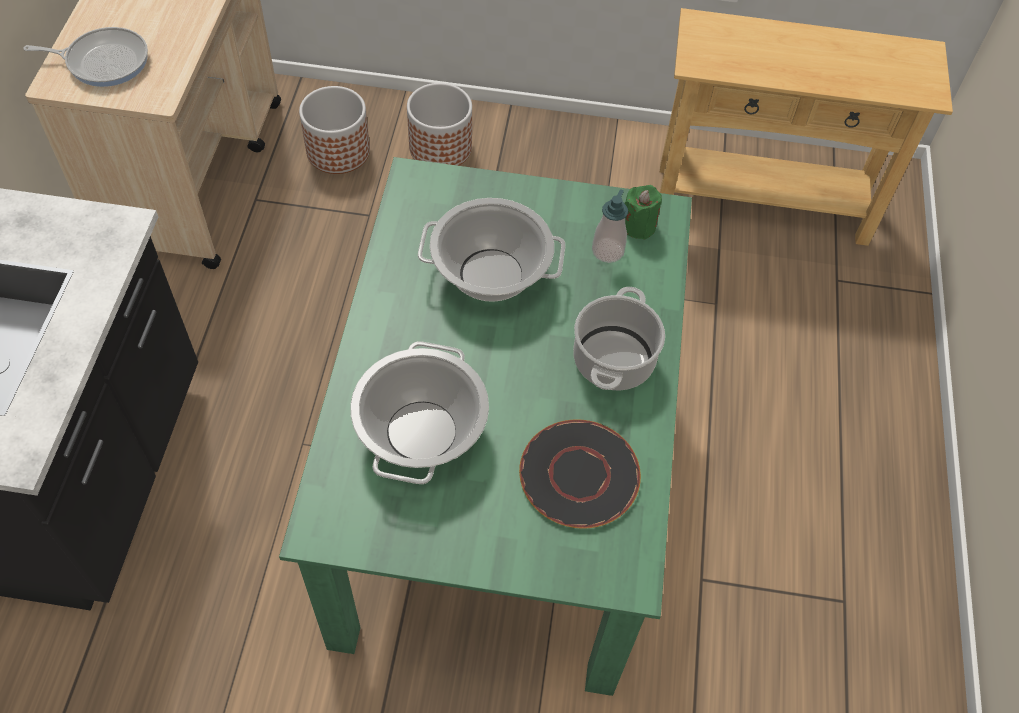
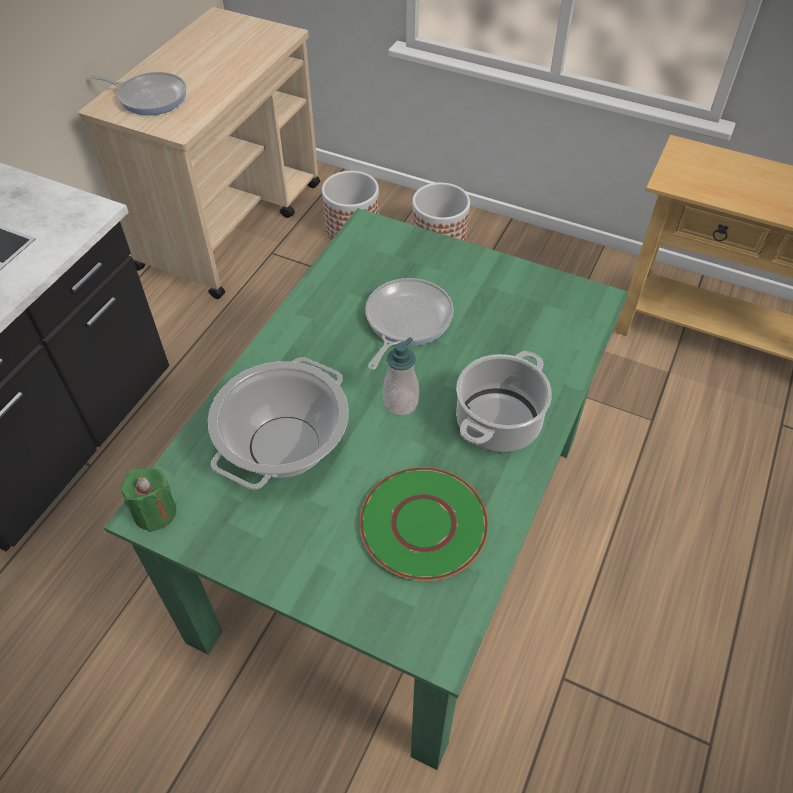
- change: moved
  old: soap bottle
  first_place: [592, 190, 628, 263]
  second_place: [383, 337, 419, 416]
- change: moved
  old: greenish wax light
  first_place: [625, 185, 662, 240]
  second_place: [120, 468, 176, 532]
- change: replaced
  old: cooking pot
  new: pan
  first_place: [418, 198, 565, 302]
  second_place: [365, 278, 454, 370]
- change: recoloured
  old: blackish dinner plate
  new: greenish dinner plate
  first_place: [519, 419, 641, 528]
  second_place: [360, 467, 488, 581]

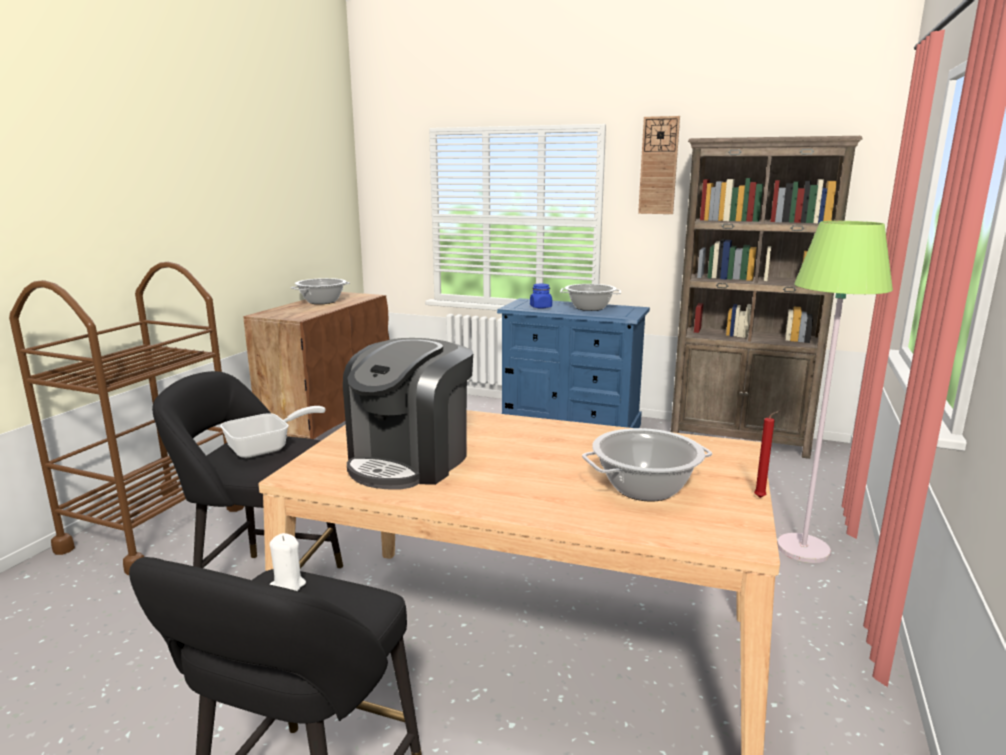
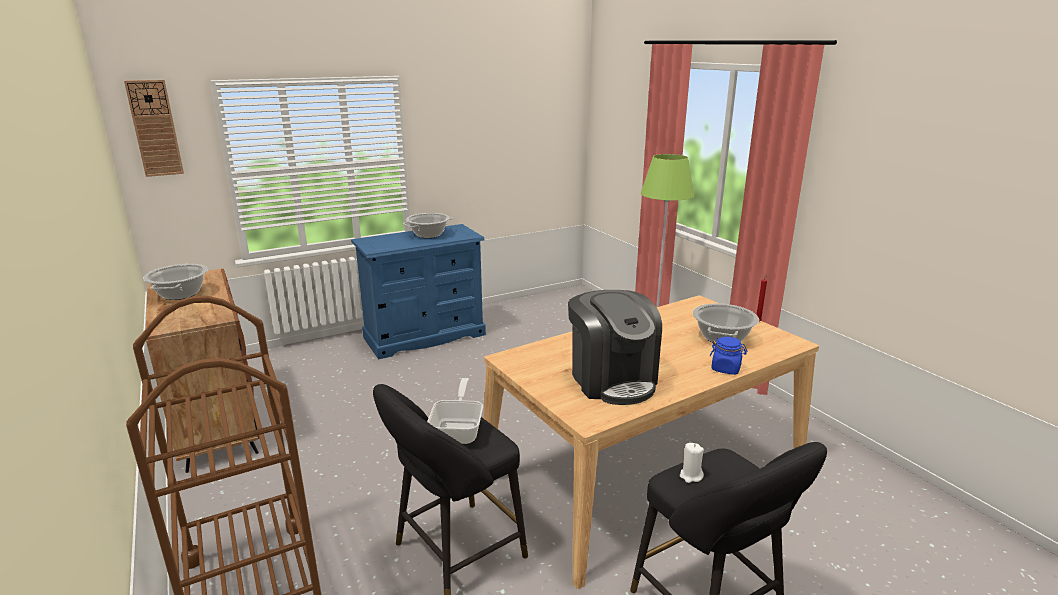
- change: removed
  old: brown-coloured bookshelf
  first_place: [671, 136, 862, 459]
- change: moved
  old: blue preserve jar
  first_place: [530, 284, 552, 308]
  second_place: [710, 337, 747, 375]
- change: moved
  old: hanging clock
  first_place: [638, 116, 680, 214]
  second_place: [124, 80, 184, 177]

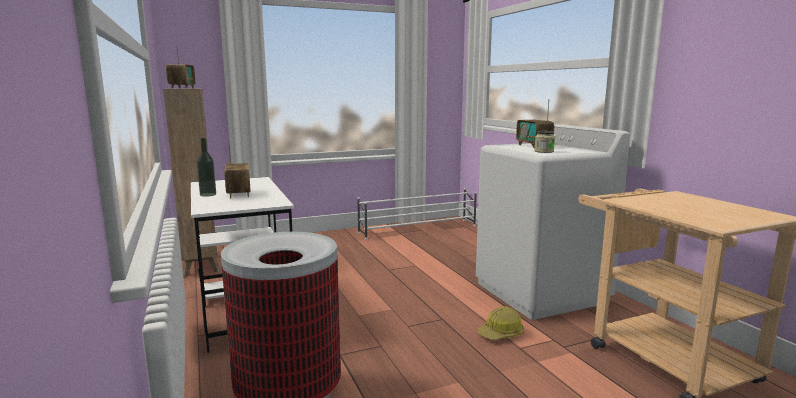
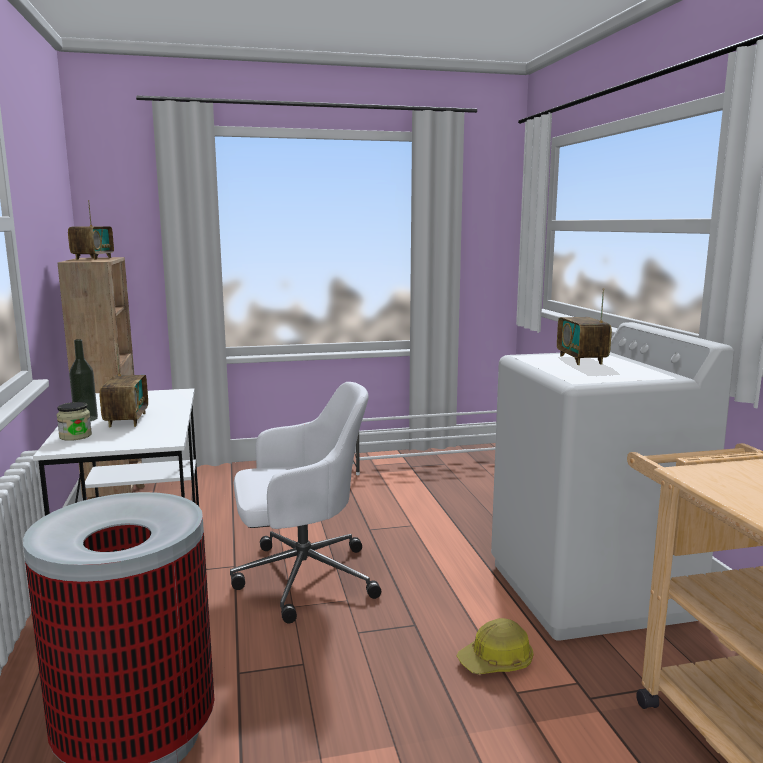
- change: added
  new: white-coloured computer chair
  second_place: [230, 382, 381, 624]
- change: moved
  old: preserve jar
  first_place: [534, 131, 555, 153]
  second_place: [57, 402, 92, 441]

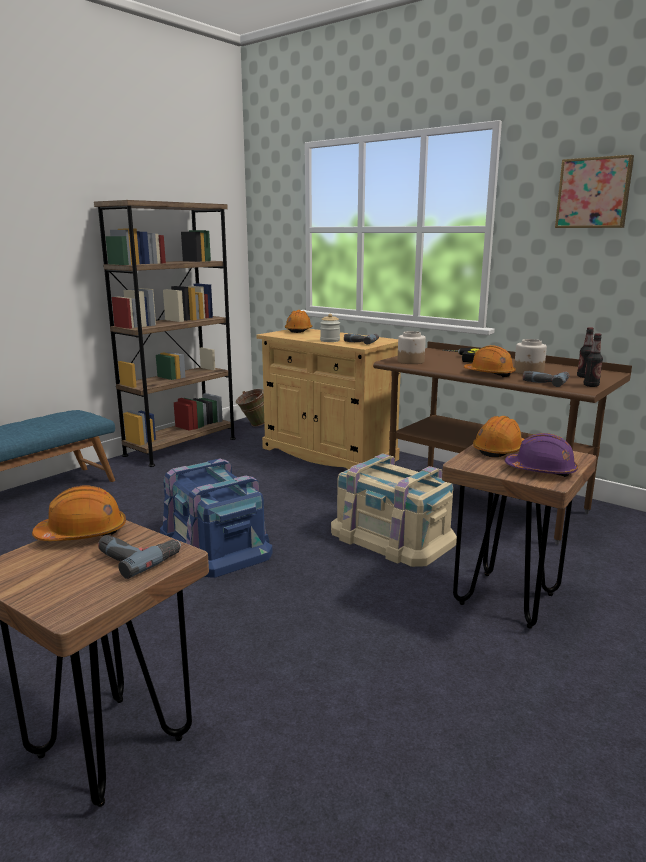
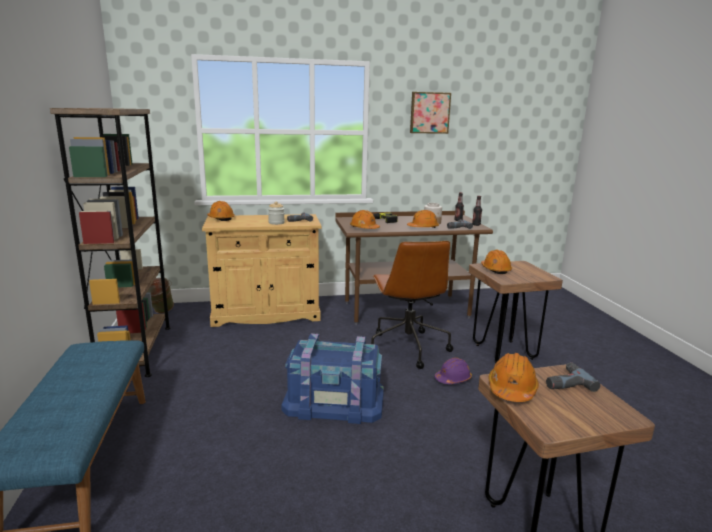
- change: moved
  old: purplish work helmet
  first_place: [505, 433, 578, 477]
  second_place: [435, 358, 472, 384]
- change: replaced
  old: beige-coloured storage container
  new: brown-coloured computer chair
  first_place: [331, 453, 457, 567]
  second_place: [371, 241, 453, 369]
- change: replaced
  old: preserve jar
  new: orange-coloured work helmet
  first_place: [398, 331, 426, 364]
  second_place: [350, 210, 380, 229]

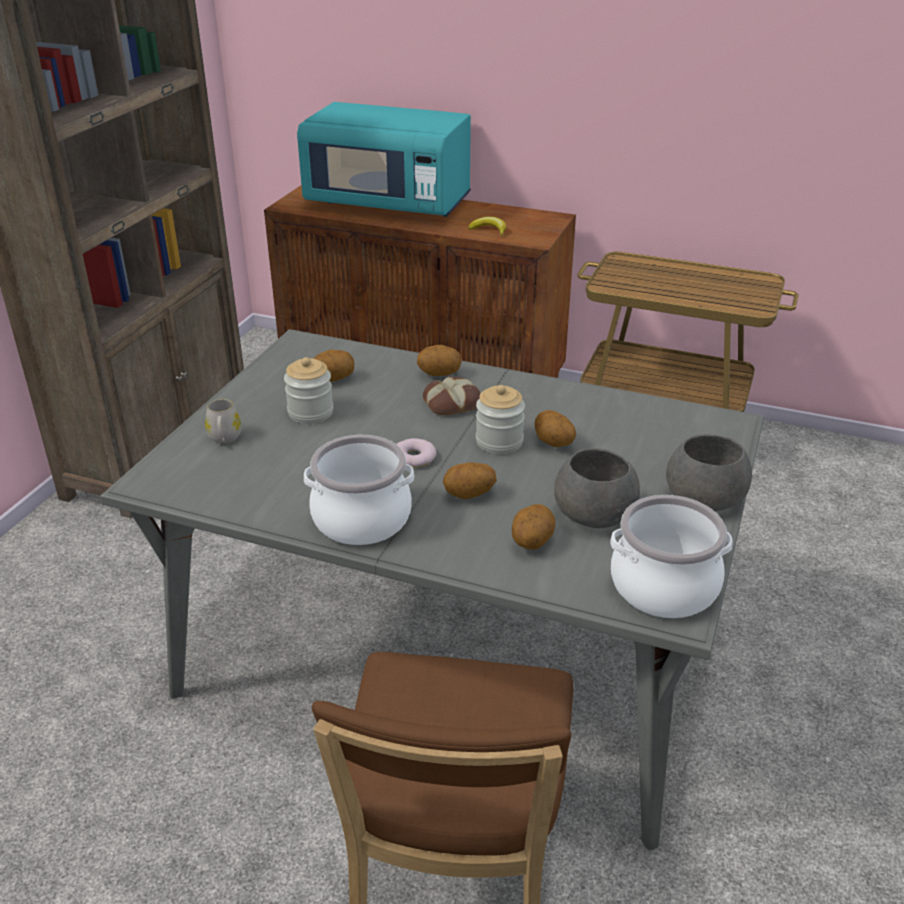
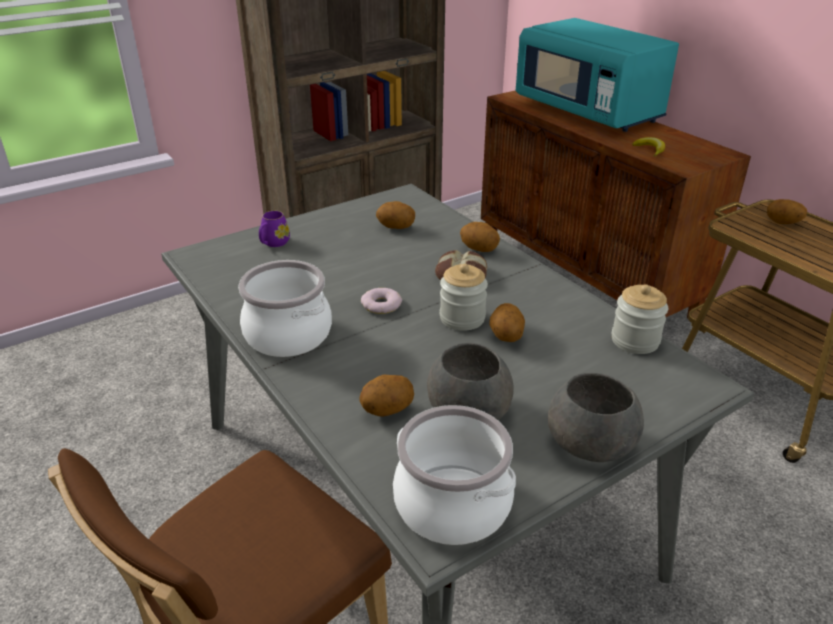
- change: moved
  old: preserve jar
  first_place: [284, 357, 333, 424]
  second_place: [612, 285, 668, 354]
- change: moved
  old: whole potato
  first_place: [443, 462, 497, 499]
  second_place: [767, 199, 807, 224]
- change: recoloured
  old: white-coloured tea mug
  new: purplish tea mug
  first_place: [205, 399, 242, 444]
  second_place: [259, 211, 290, 247]

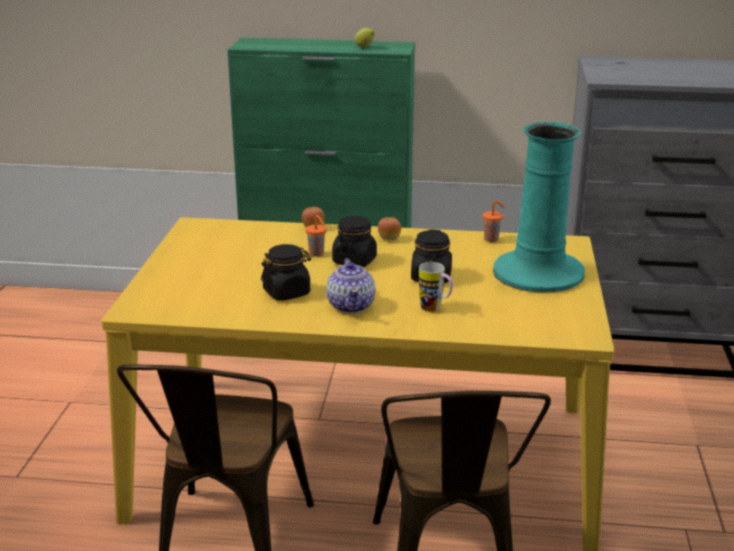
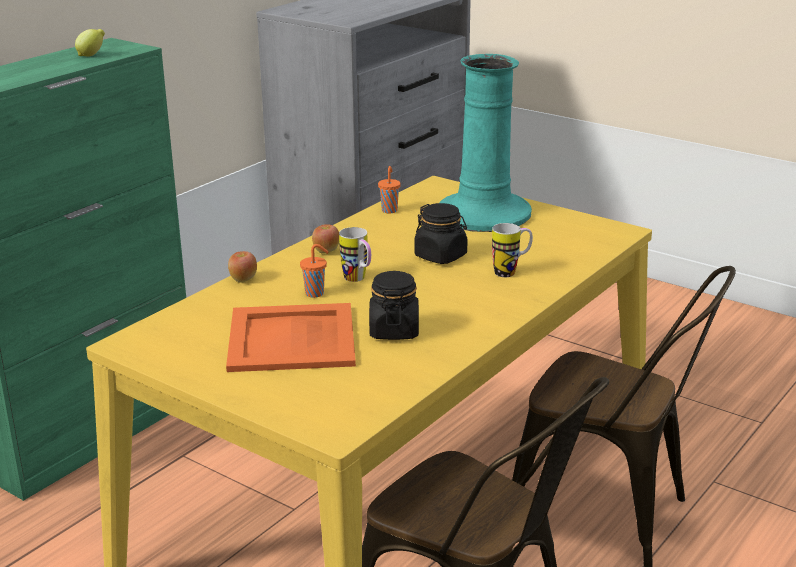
- change: removed
  old: tea pot
  first_place: [326, 258, 375, 313]
- change: added
  new: orange-coloured serving tray
  second_place: [226, 303, 356, 372]
- change: replaced
  old: blackish preserve jar
  new: tea mug
  first_place: [332, 216, 377, 267]
  second_place: [339, 227, 371, 282]

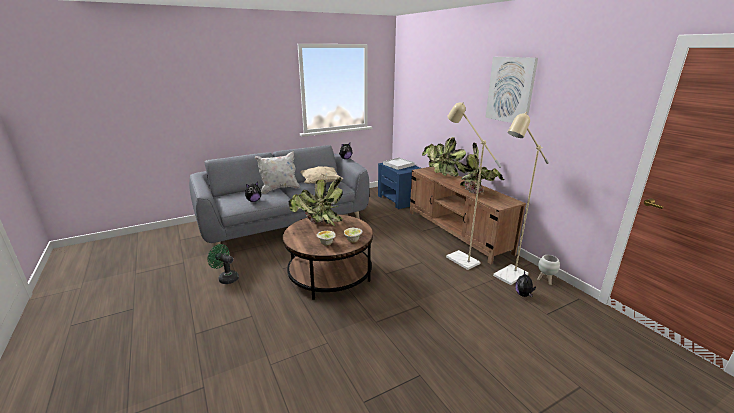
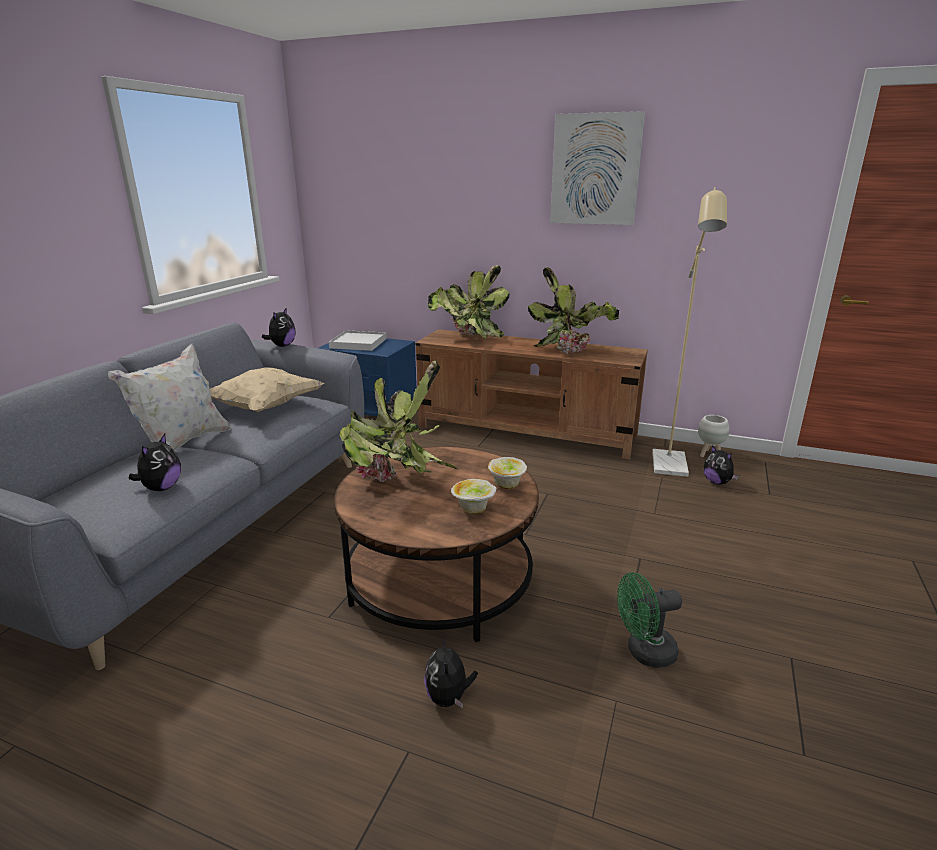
- change: removed
  old: beige-coloured standing lamp
  first_place: [446, 102, 502, 270]
- change: added
  new: soft toy
  second_place: [424, 637, 478, 708]
- change: moved
  old: greenish cooling fan
  first_place: [208, 244, 239, 284]
  second_place: [617, 572, 682, 668]

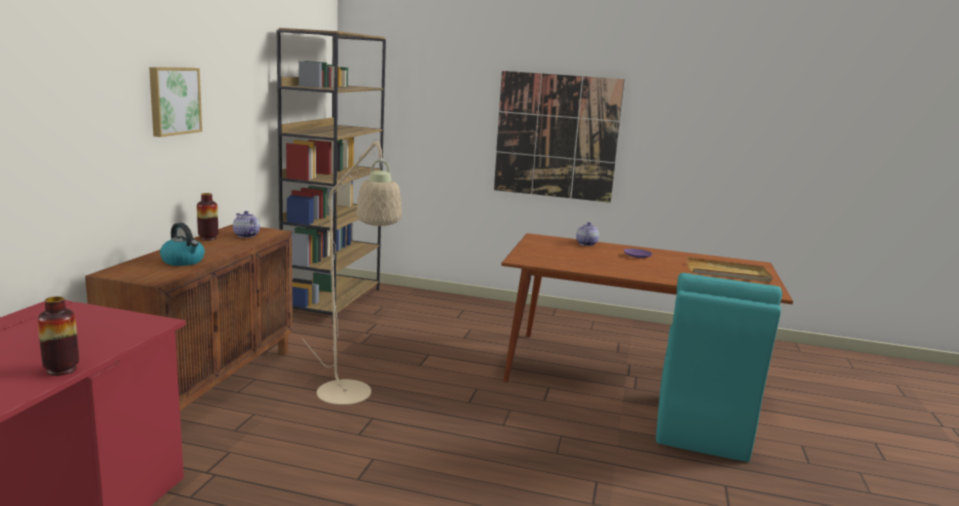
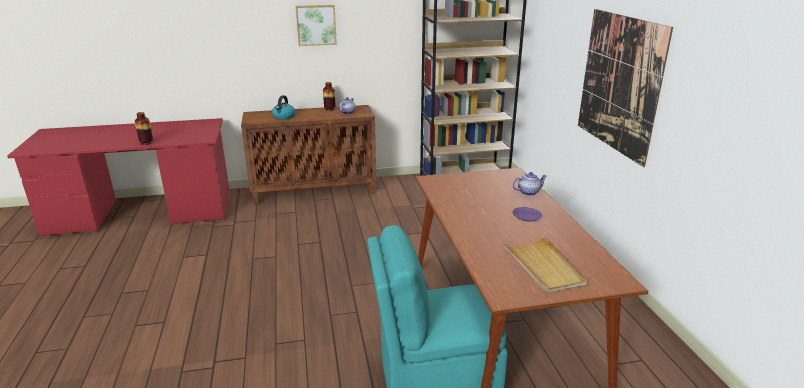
- change: removed
  old: beige-coloured standing lamp
  first_place: [302, 139, 402, 405]

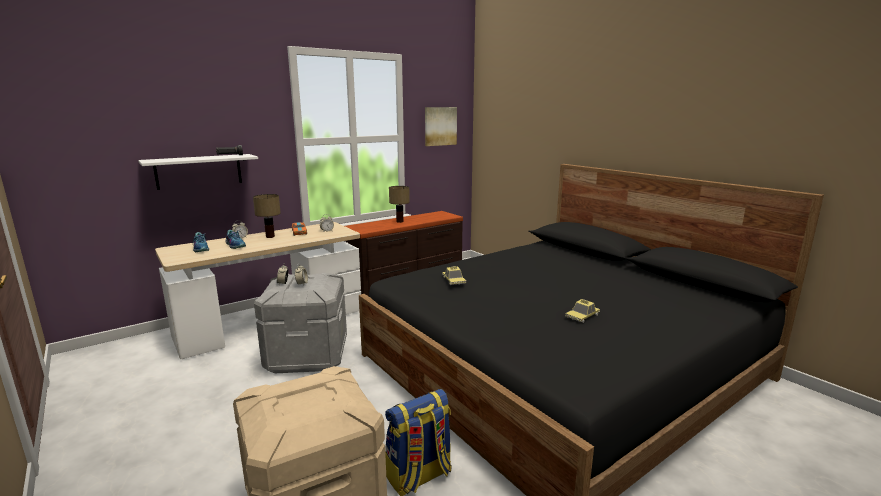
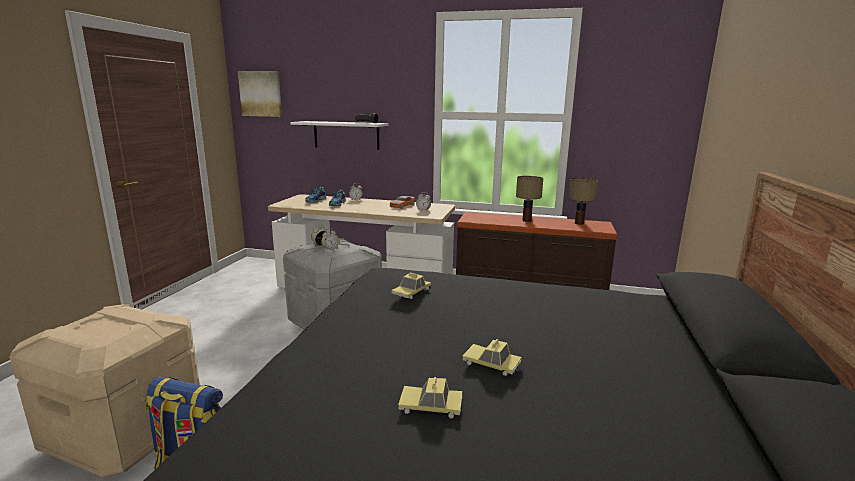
- change: added
  new: toy car
  second_place: [463, 339, 522, 376]
- change: moved
  old: table lamp
  first_place: [253, 194, 281, 238]
  second_place: [569, 178, 598, 225]
- change: moved
  old: wall picture
  first_place: [425, 107, 457, 146]
  second_place: [238, 71, 282, 117]

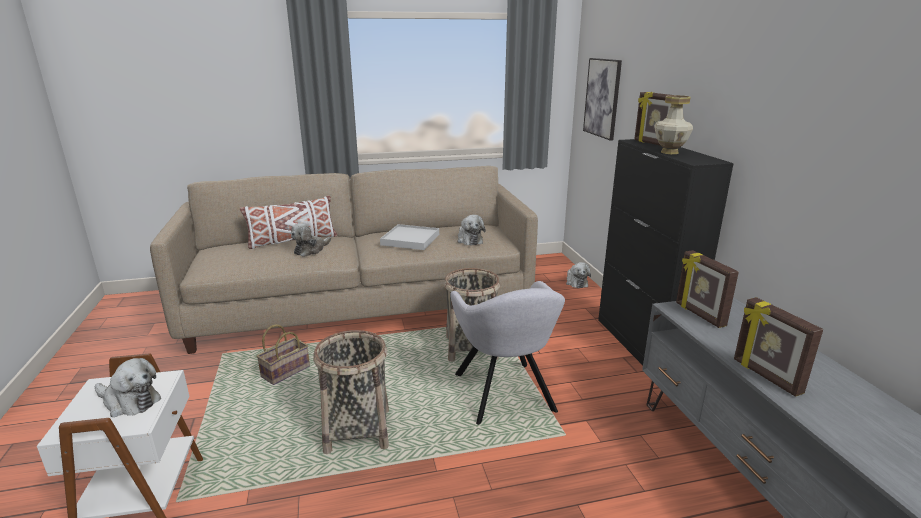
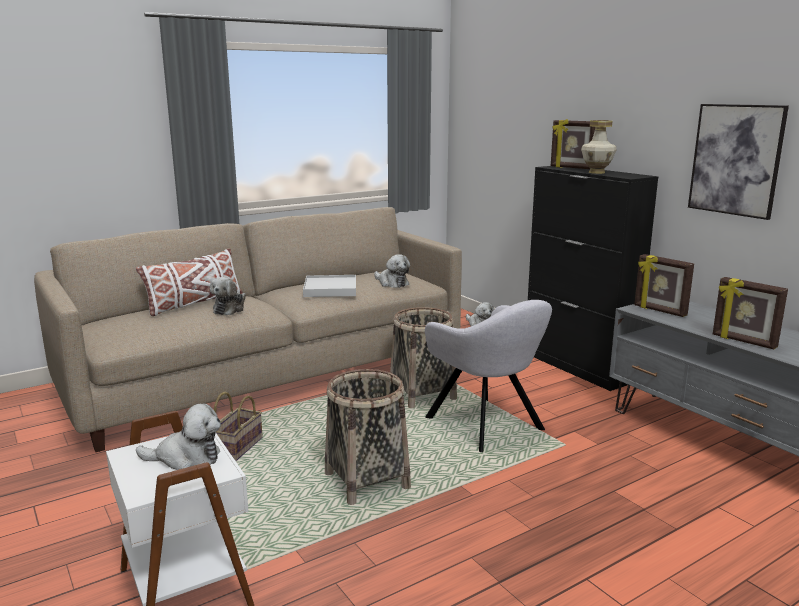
- change: moved
  old: wall picture
  first_place: [583, 58, 622, 140]
  second_place: [688, 104, 789, 220]

